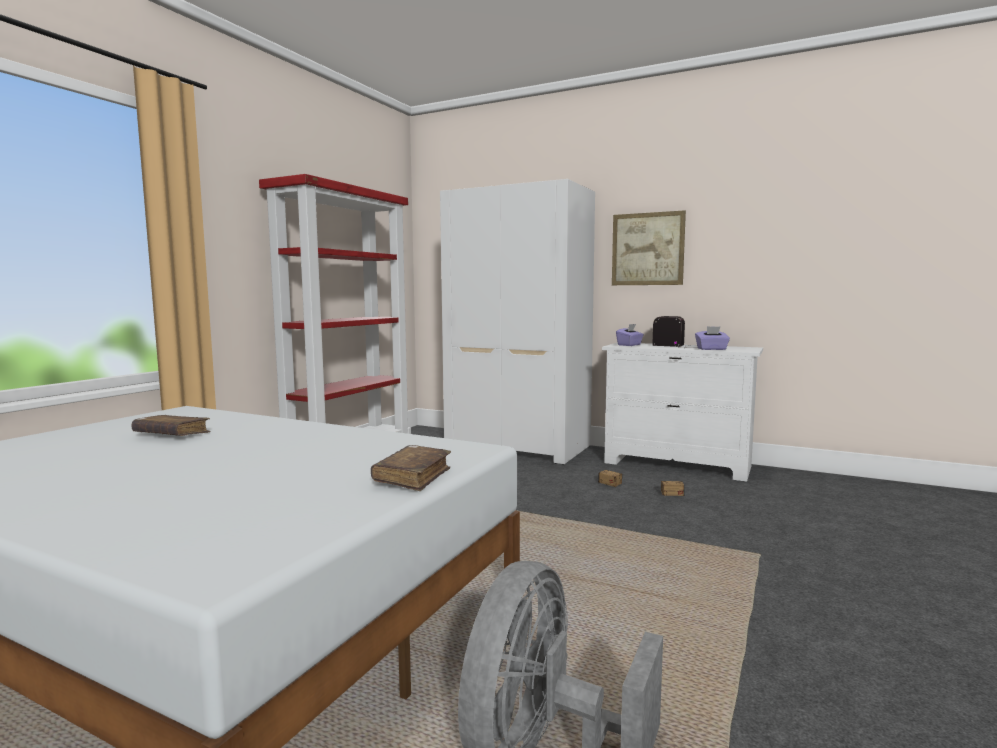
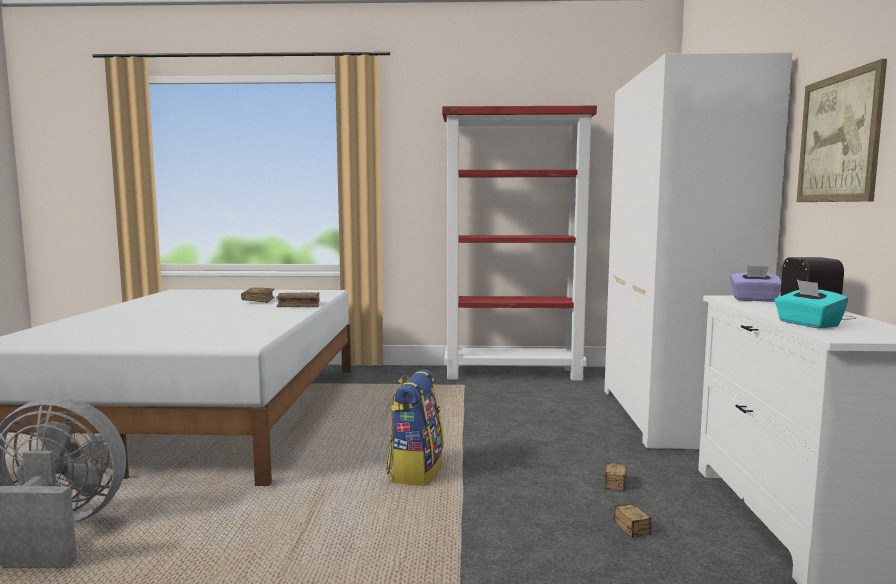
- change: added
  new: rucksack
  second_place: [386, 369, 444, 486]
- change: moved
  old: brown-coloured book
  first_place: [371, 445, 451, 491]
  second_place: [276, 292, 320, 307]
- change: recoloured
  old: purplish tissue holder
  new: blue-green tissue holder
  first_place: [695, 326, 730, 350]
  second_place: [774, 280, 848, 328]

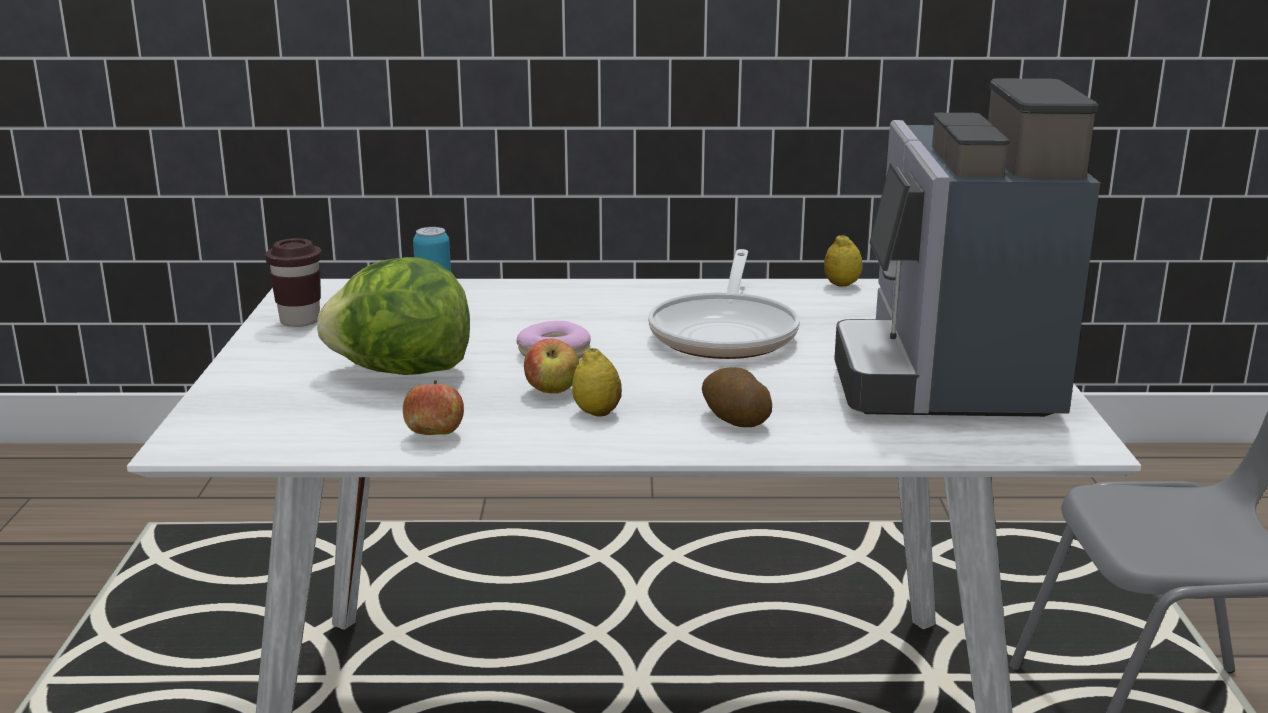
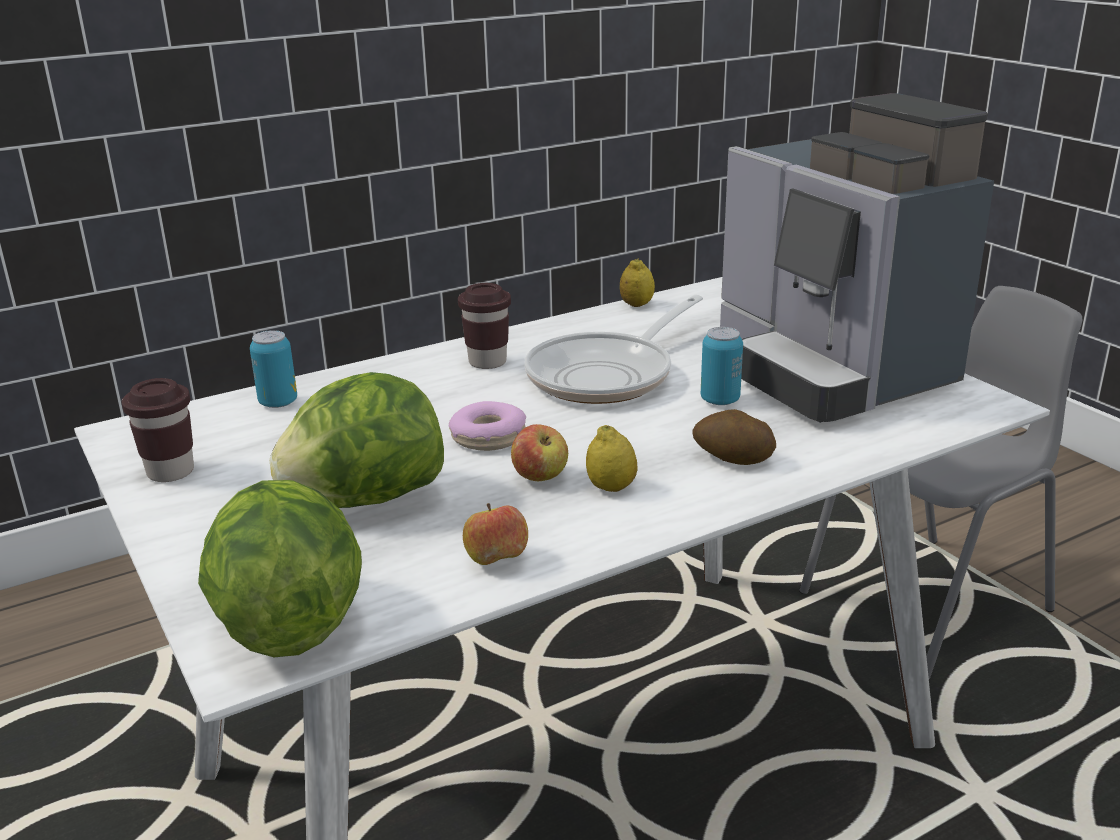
- change: added
  new: lettuce head
  second_place: [198, 480, 362, 657]
- change: added
  new: brown-coloured cup
  second_place: [458, 283, 511, 369]
- change: added
  new: metal can
  second_place: [701, 327, 743, 405]
- change: turned
  old: pan
  first_place: [648, 249, 800, 359]
  second_place: [524, 295, 703, 404]
  degrees: 60

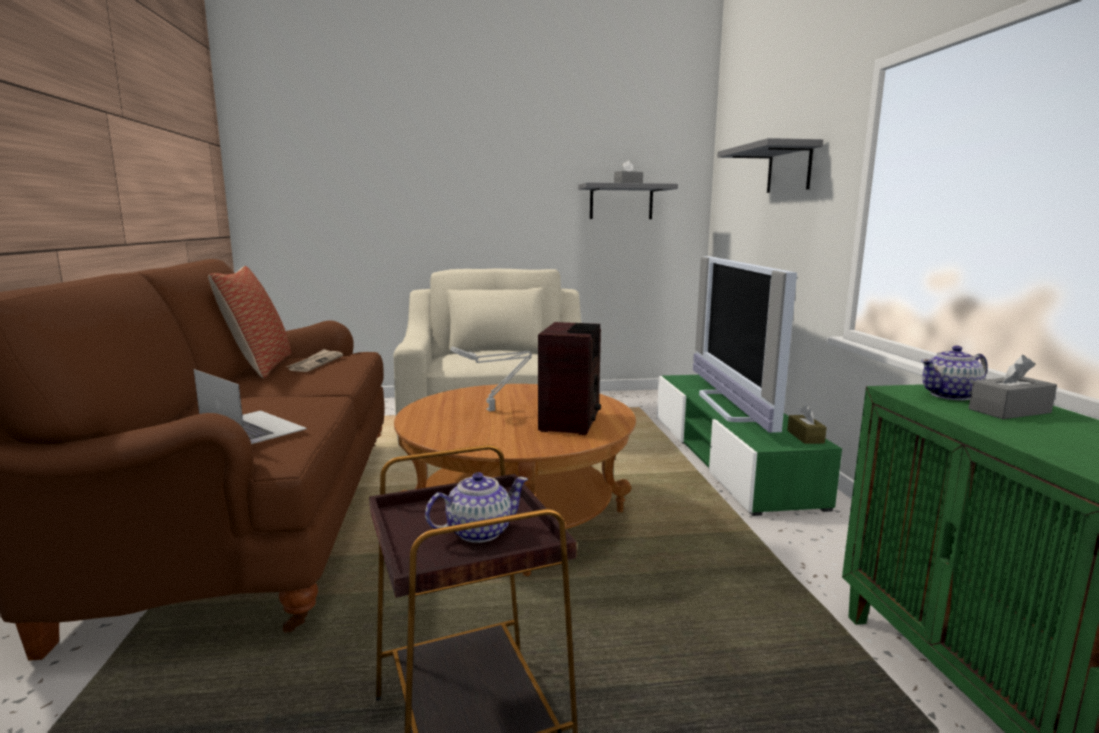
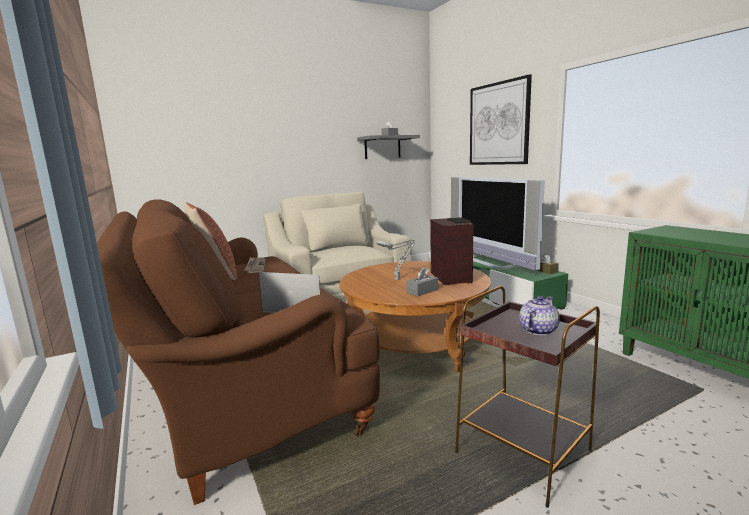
- change: removed
  old: tea pot
  first_place: [921, 346, 988, 401]
- change: moved
  old: grey tissue holder
  first_place: [969, 355, 1057, 419]
  second_place: [406, 267, 438, 297]
- change: replaced
  old: grey shelf
  new: wall picture
  first_place: [717, 138, 823, 193]
  second_place: [470, 74, 532, 165]

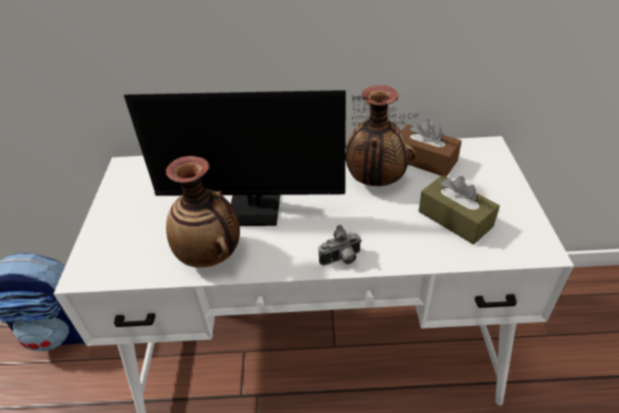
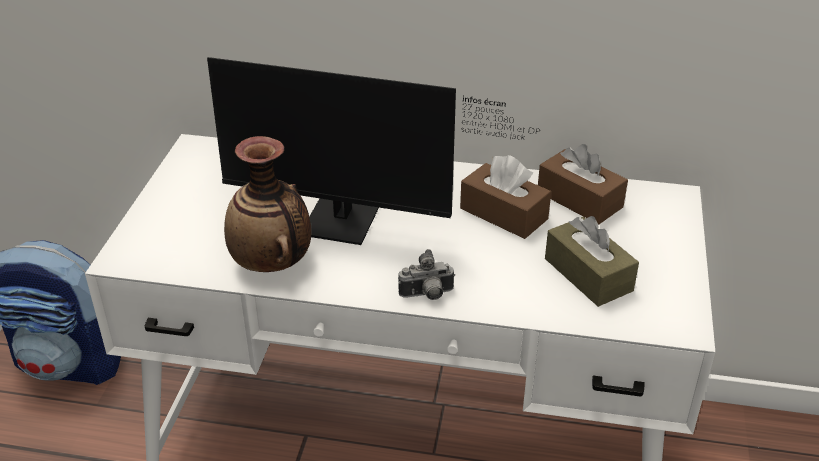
- change: replaced
  old: flower vase
  new: brown-coloured tissue holder
  first_place: [345, 85, 415, 186]
  second_place: [460, 155, 551, 239]

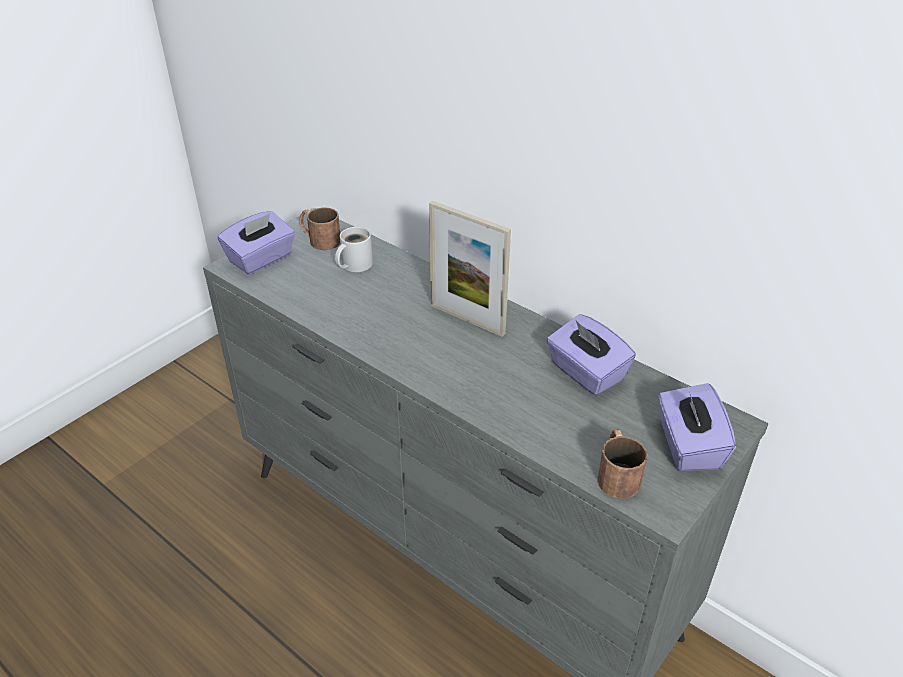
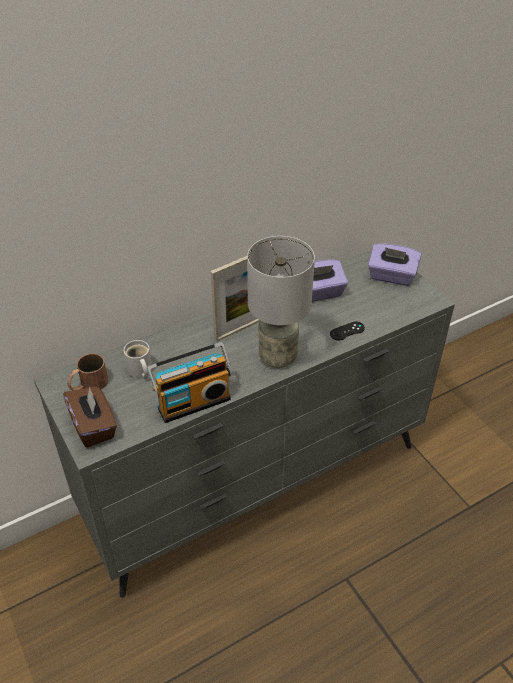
- change: removed
  old: brown-coloured tea mug
  first_place: [597, 429, 647, 499]
- change: added
  new: radio set
  second_place: [147, 342, 231, 423]
- change: added
  new: grey table lamp
  second_place: [247, 236, 315, 368]
- change: added
  new: blackish gamepad
  second_place: [330, 322, 365, 341]
- change: recoloured
  old: purplish tissue holder
  new: brown-coloured tissue holder
  first_place: [218, 211, 295, 274]
  second_place: [63, 386, 117, 448]

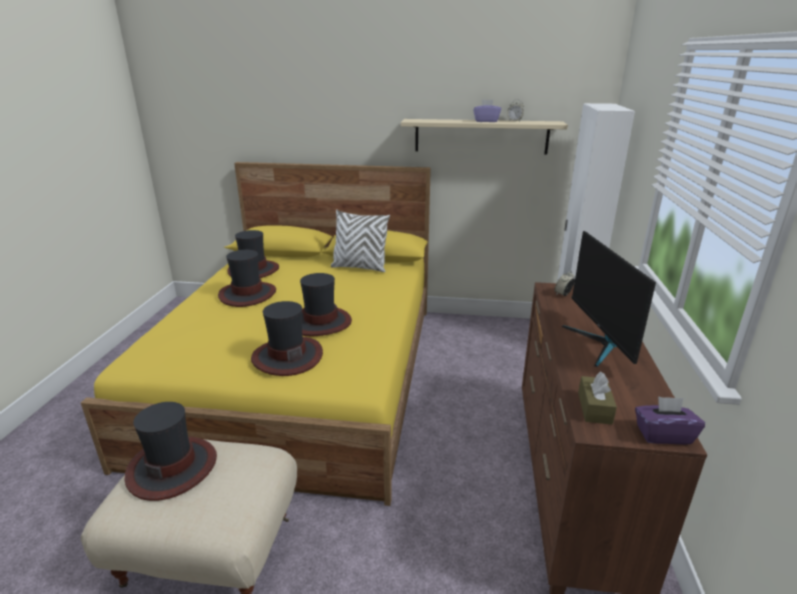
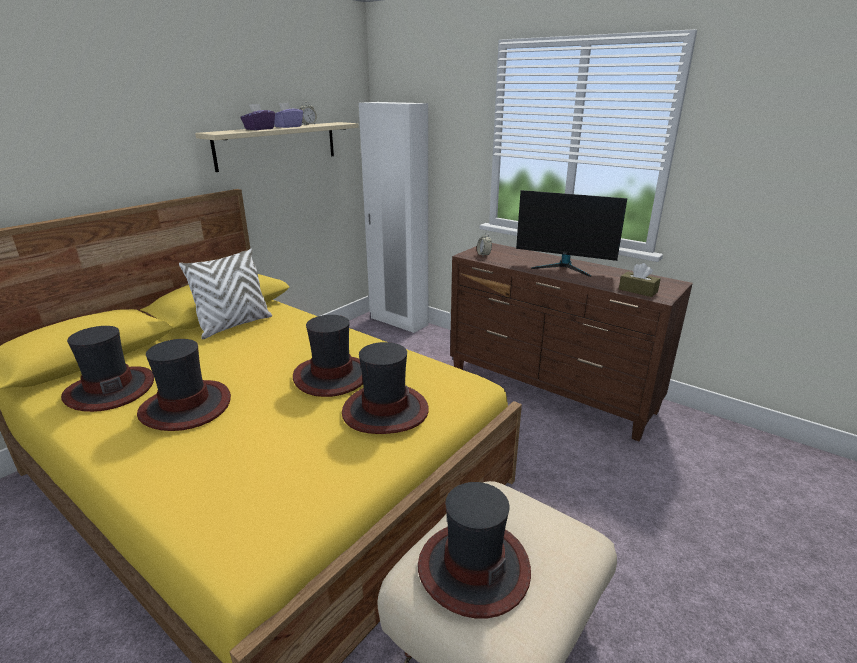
- change: moved
  old: purplish tissue holder
  first_place: [635, 396, 705, 445]
  second_place: [240, 104, 275, 130]

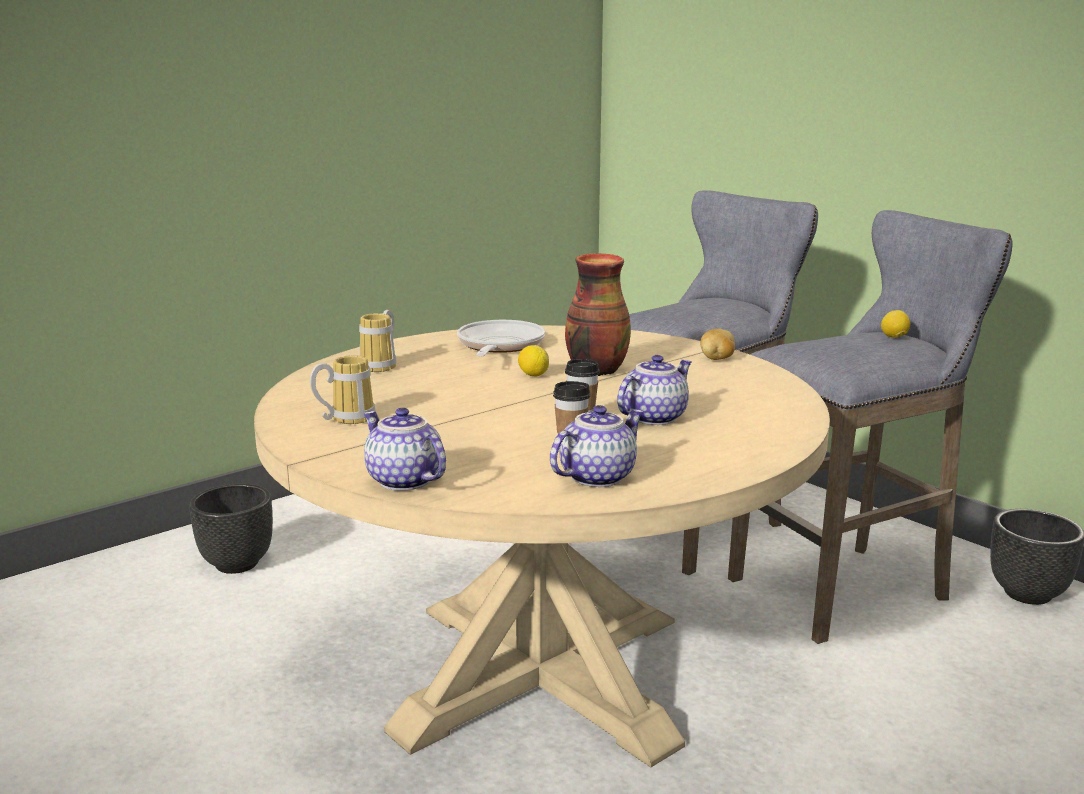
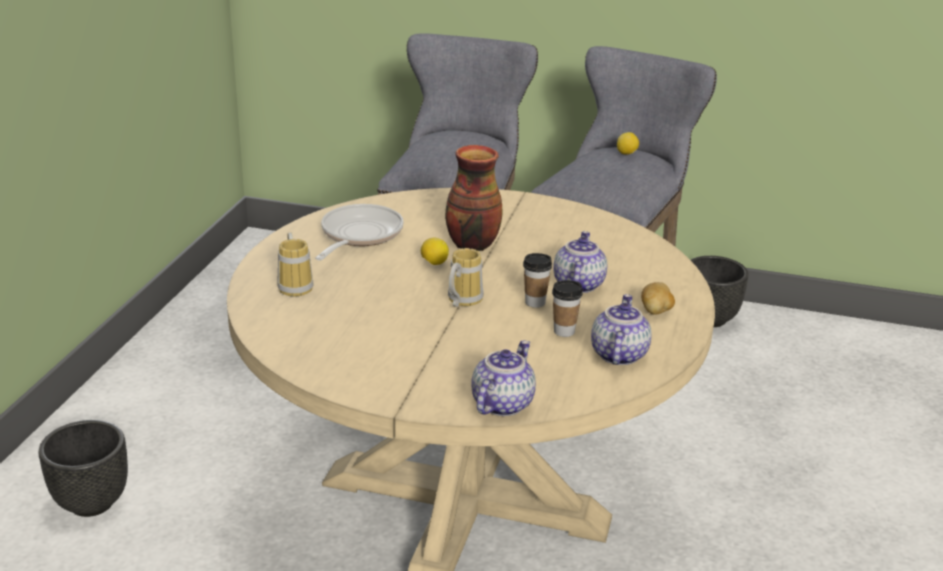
- change: moved
  old: tea mug
  first_place: [310, 355, 375, 424]
  second_place: [448, 248, 484, 307]
- change: moved
  old: whole potato
  first_place: [700, 328, 735, 360]
  second_place: [641, 282, 675, 315]
- change: turned
  old: tea pot
  first_place: [363, 408, 446, 491]
  second_place: [471, 341, 536, 416]
  degrees: 105
- change: turned
  old: pan
  first_place: [457, 320, 545, 357]
  second_place: [315, 204, 404, 261]
  degrees: 45

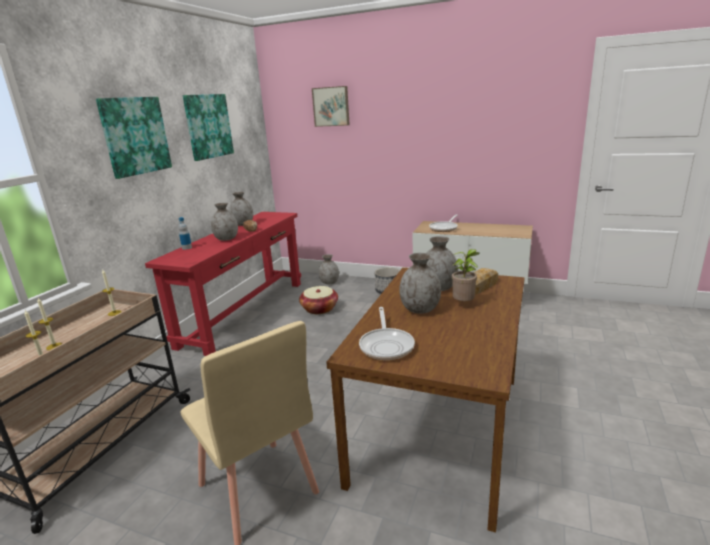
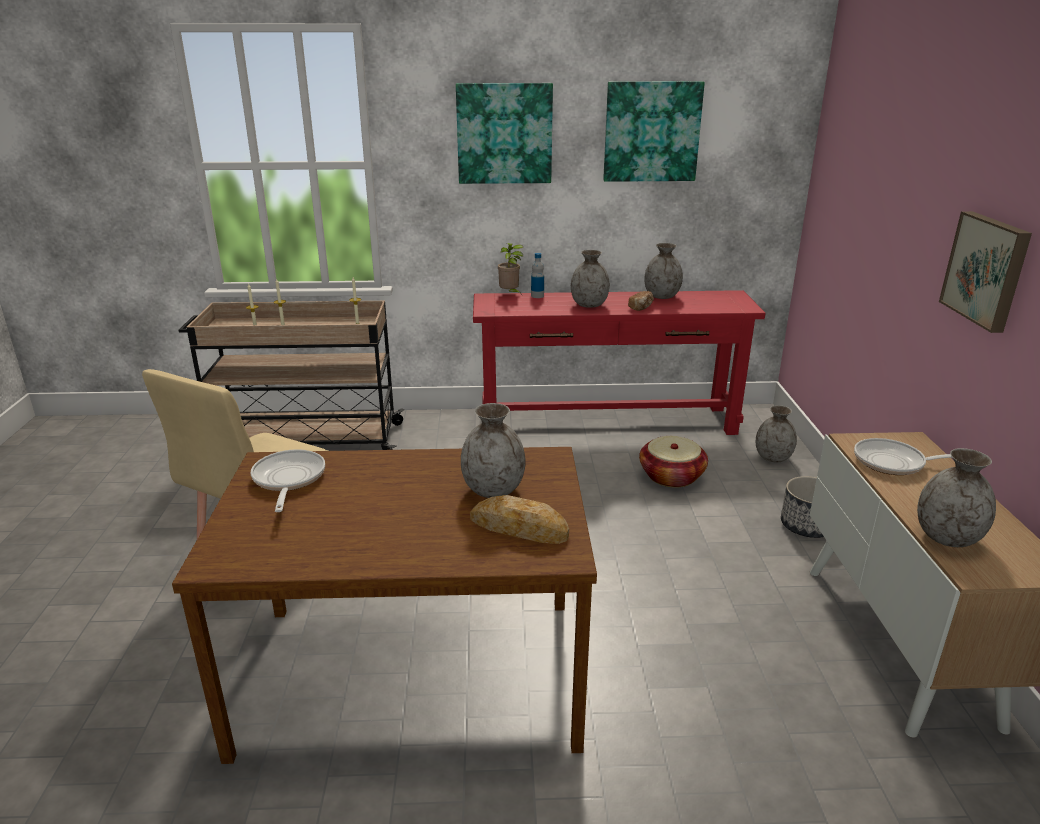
- change: moved
  old: wall picture
  first_place: [312, 86, 350, 127]
  second_place: [939, 211, 1032, 333]
- change: moved
  old: grey flower vase
  first_place: [399, 253, 441, 314]
  second_place: [917, 448, 996, 547]
- change: moved
  old: plant in a pot
  first_place: [452, 249, 480, 301]
  second_place: [498, 243, 524, 295]
- change: turned
  old: pan
  first_place: [359, 307, 415, 360]
  second_place: [251, 449, 325, 512]
  degrees: 105

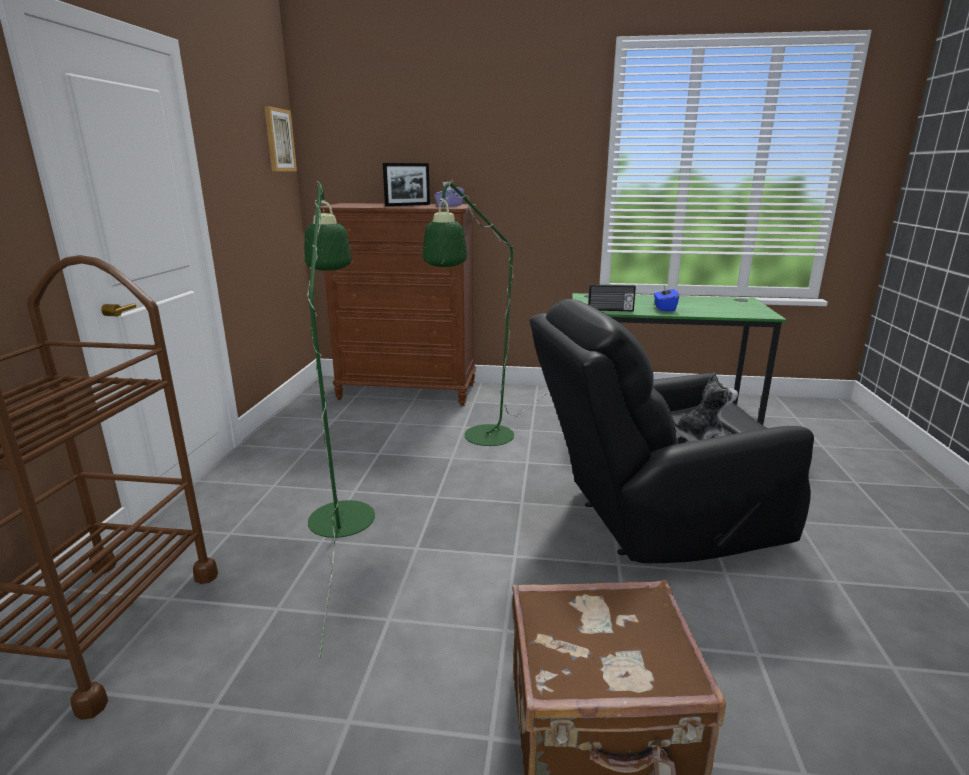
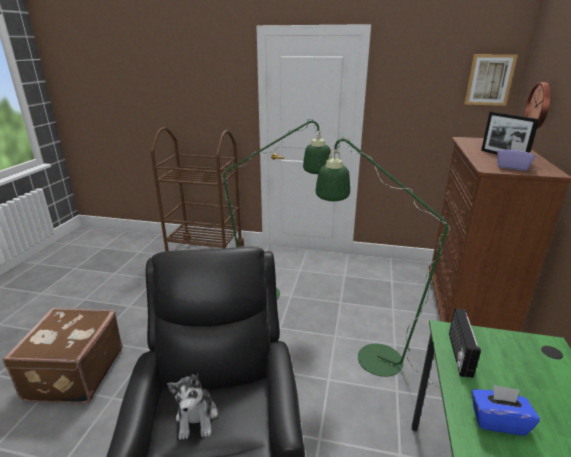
- change: added
  new: hanging clock
  second_place: [524, 82, 551, 129]

